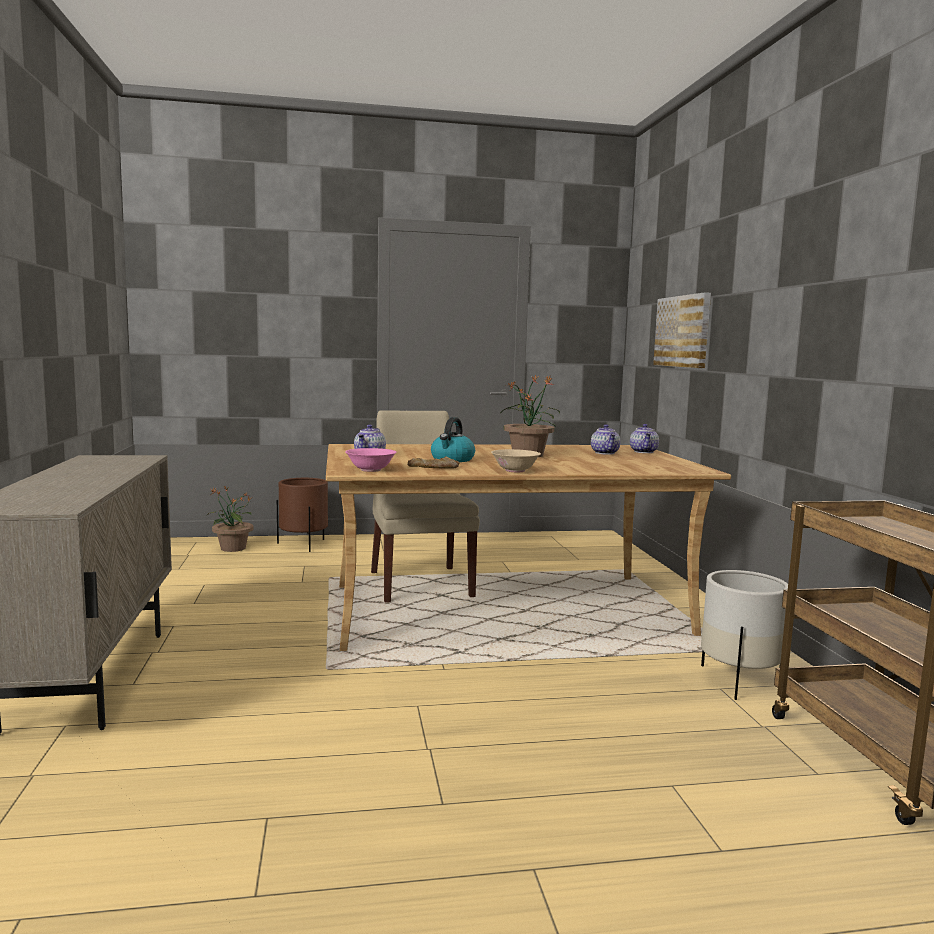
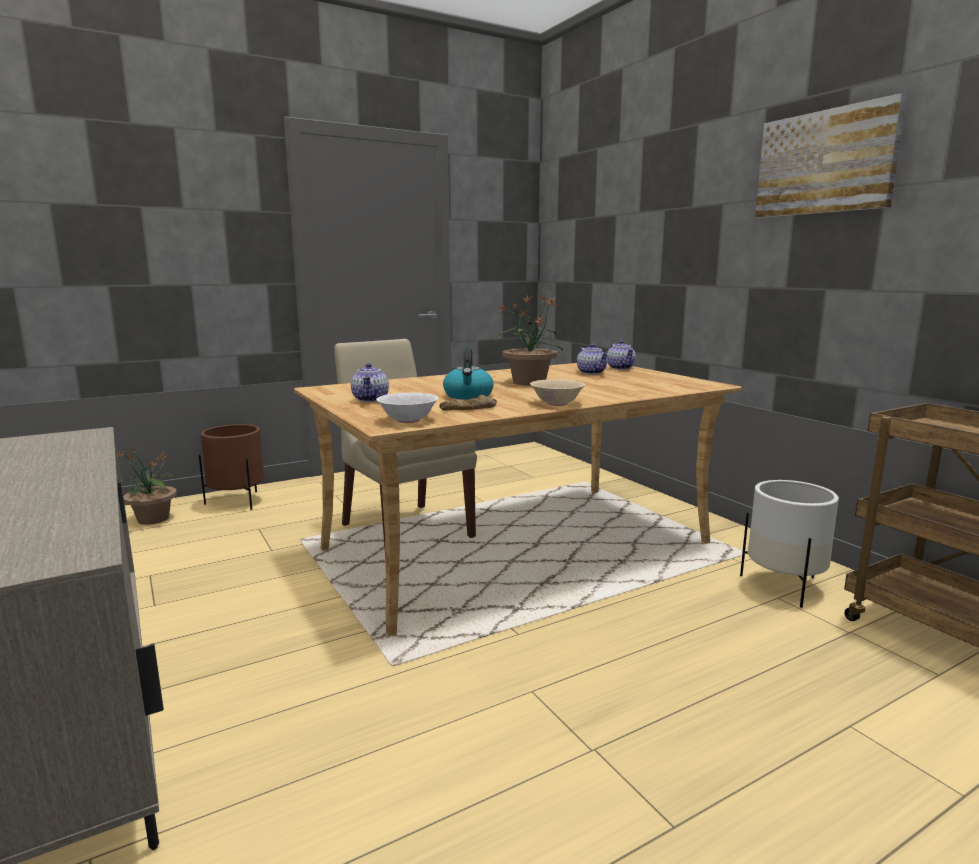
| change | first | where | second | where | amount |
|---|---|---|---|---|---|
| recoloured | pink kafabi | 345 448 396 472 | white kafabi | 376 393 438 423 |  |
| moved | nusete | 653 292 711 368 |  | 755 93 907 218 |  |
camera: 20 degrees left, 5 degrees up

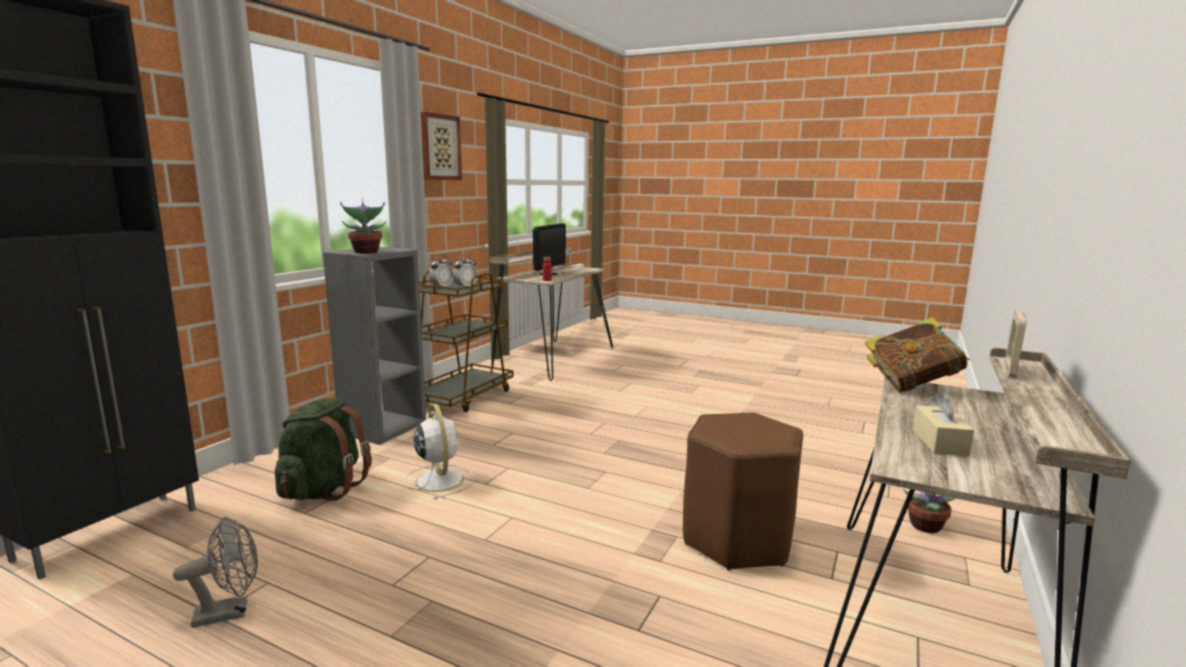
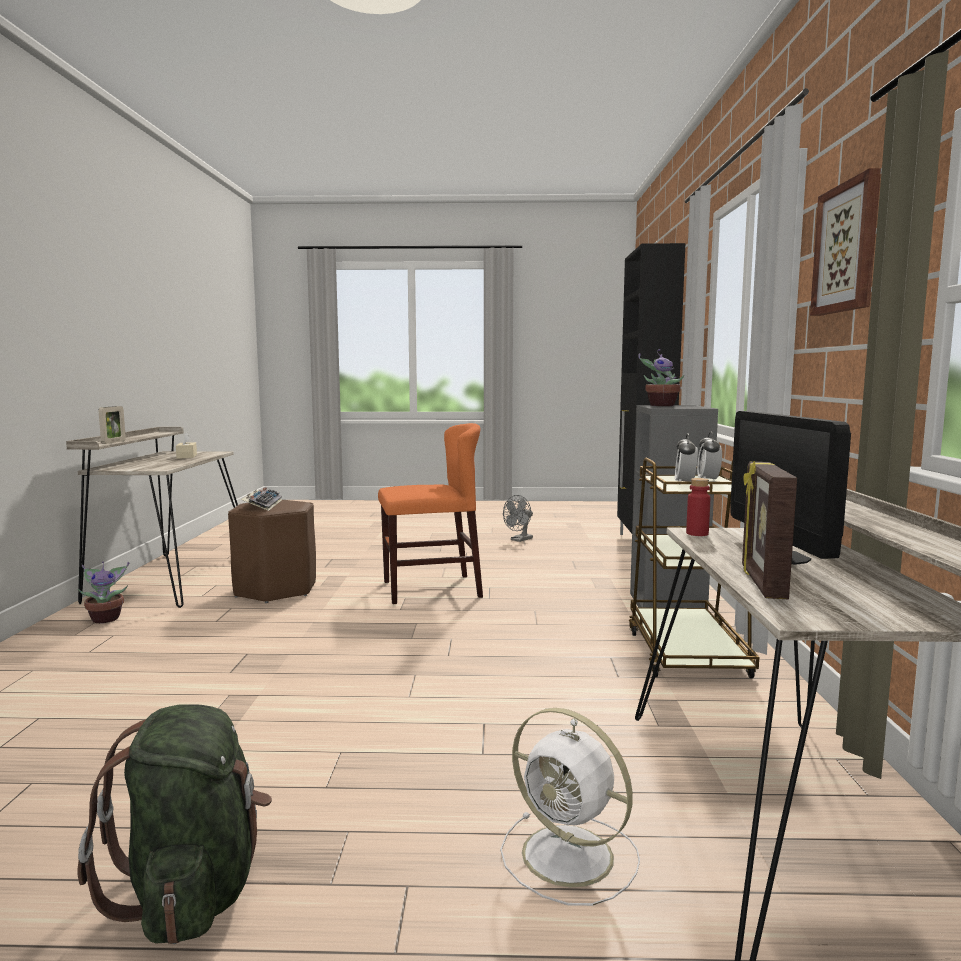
| change | first | where | second | where | amount |
|---|---|---|---|---|---|
| moved | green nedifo | 275 398 372 501 |  | 77 704 272 944 |  |
| moved | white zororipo | 402 404 474 499 |  | 500 708 640 906 |  |
| removed | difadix | 865 317 970 392 |  |  |  |
| added |  |  | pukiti | 240 487 282 511 |  |
| added |  |  | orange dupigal | 378 423 483 604 |  |
| added |  |  | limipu | 742 461 797 599 |  |
camera: 155 degrees right, 5 degrees down

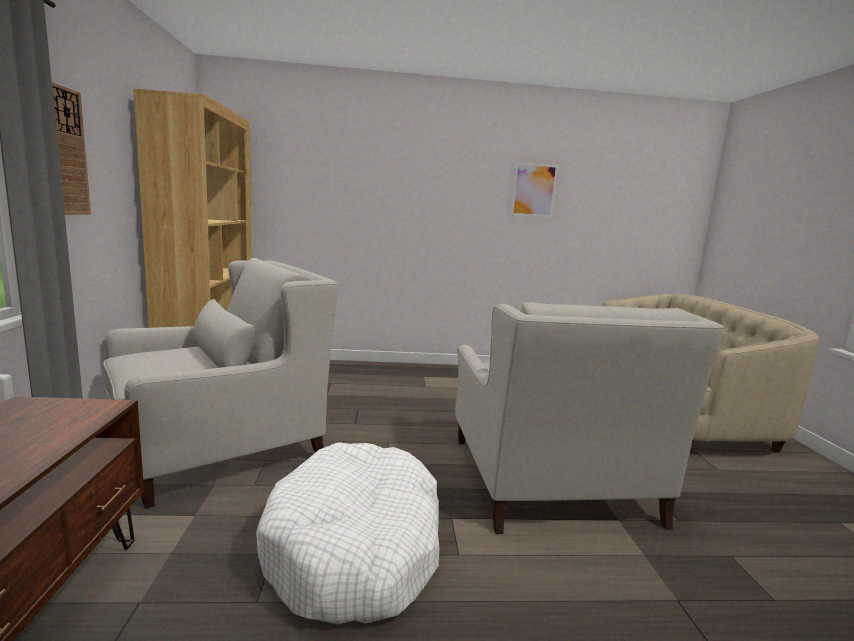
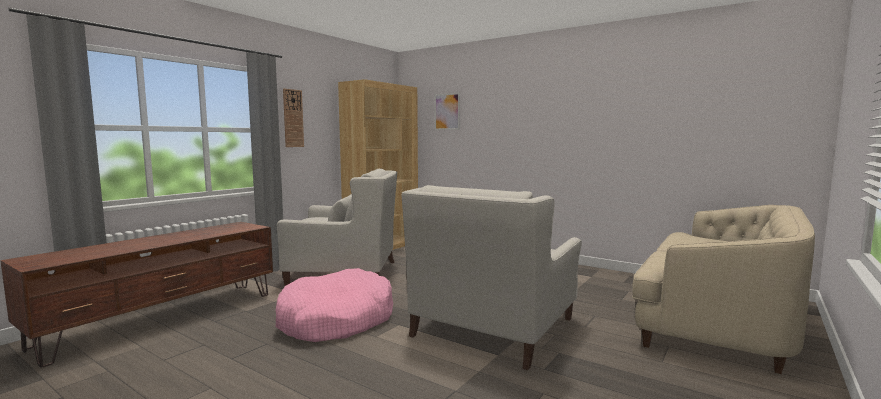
| change | first | where | second | where | amount |
|---|---|---|---|---|---|
| recoloured | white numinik | 256 442 440 624 | pink numinik | 276 268 393 342 |  |
| moved | nusete | 511 162 558 218 |  | 434 93 460 130 |  |
camera: 40 degrees right, 5 degrees down

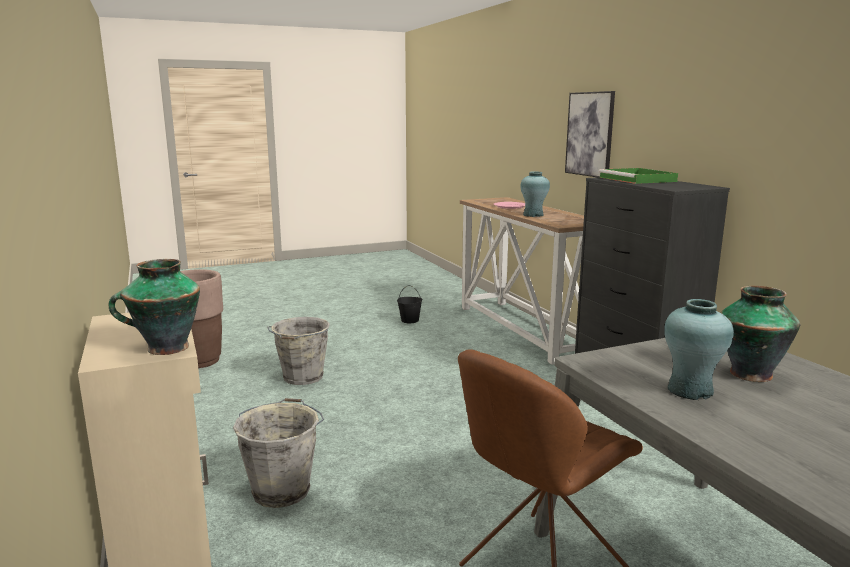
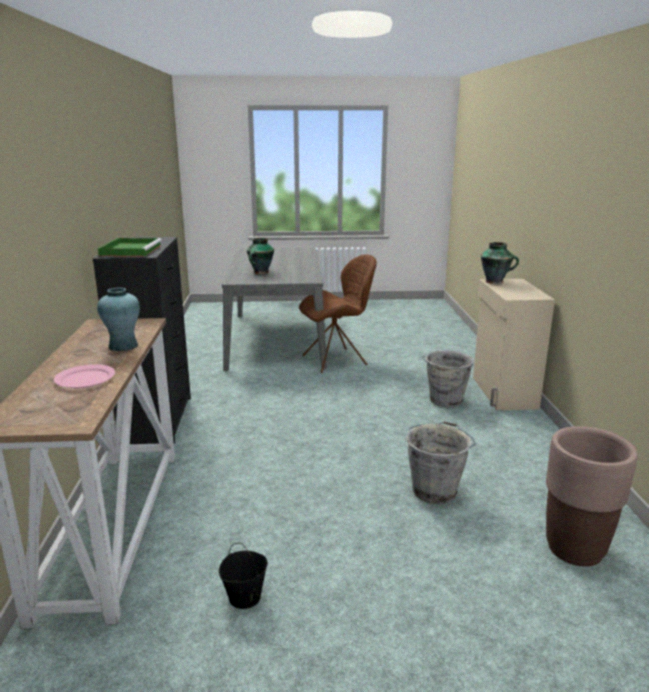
| change | first | where | second | where | amount |
|---|---|---|---|---|---|
| removed | nusete | 565 91 615 177 |  |  |  |
| removed | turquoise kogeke | 664 299 734 400 |  |  |  |
camera: 160 degrees left, 5 degrees up

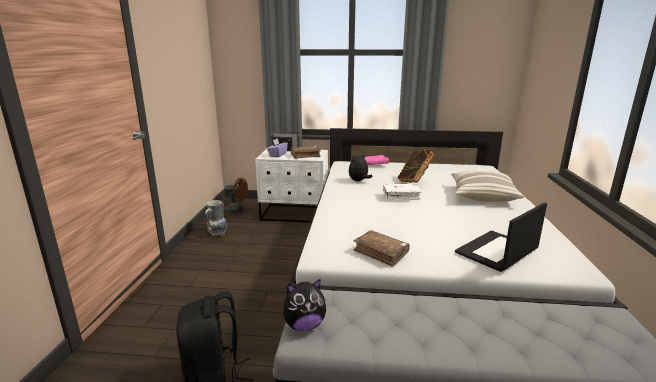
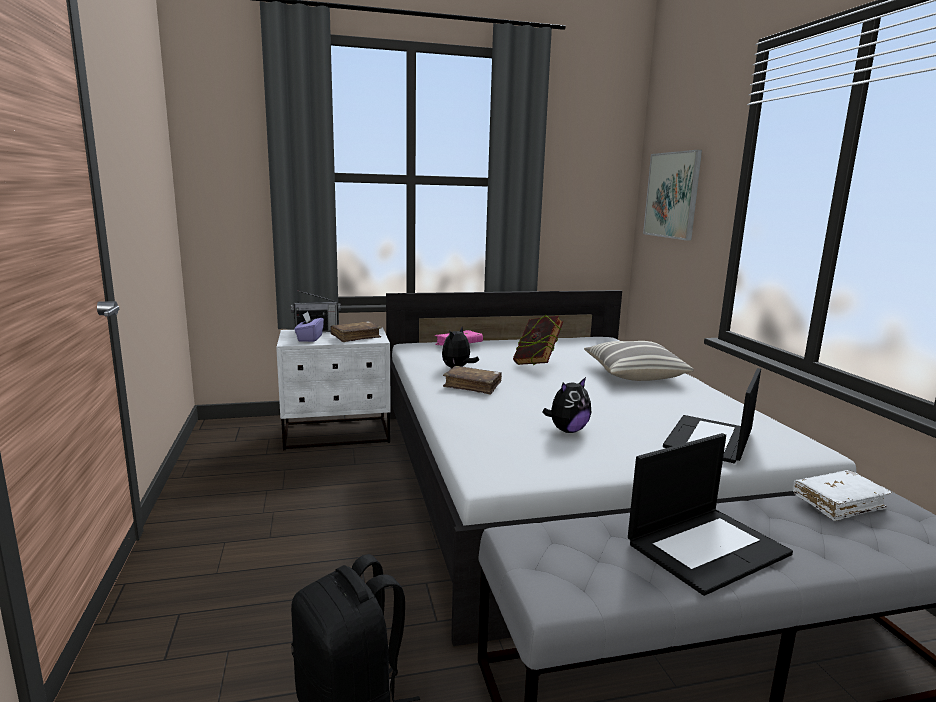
| change | first | where | second | where | amount |
|---|---|---|---|---|---|
| removed | kogeke | 205 200 227 237 |  |  |  |
| removed | brown zororipo | 224 178 248 214 |  |  |  |
| moved | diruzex | 283 278 326 331 |  | 542 377 591 433 |  |
| moved | brown difadix | 353 230 410 267 |  | 443 366 502 395 |  |
| moved | white difadix | 383 184 422 200 |  | 793 470 892 521 |  |
| added |  |  | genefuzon | 628 433 793 596 |  |
| added |  |  | nusete | 643 150 702 241 |  |
camera: 20 degrees left, 5 degrees down

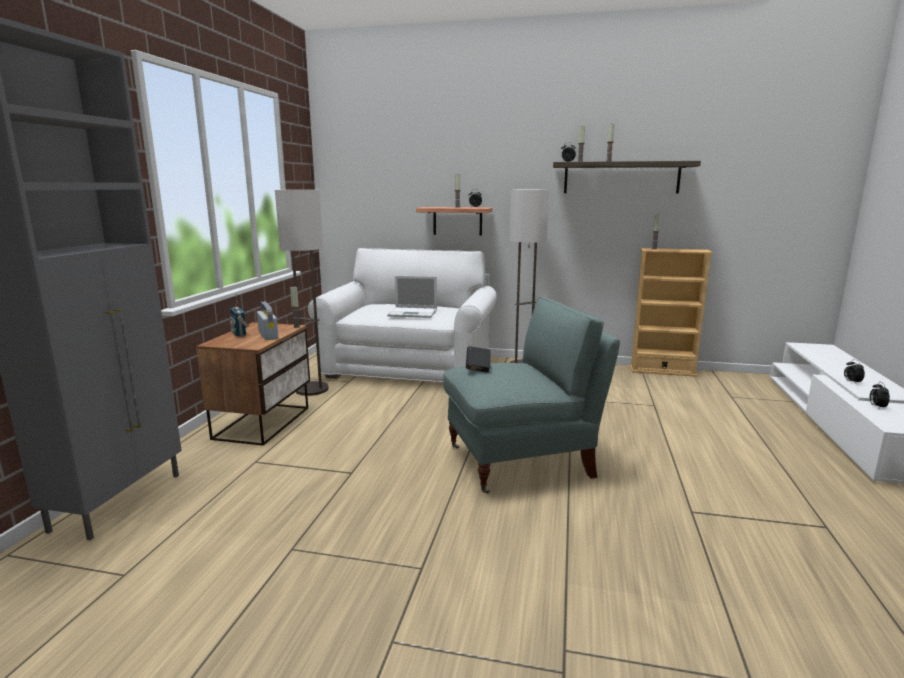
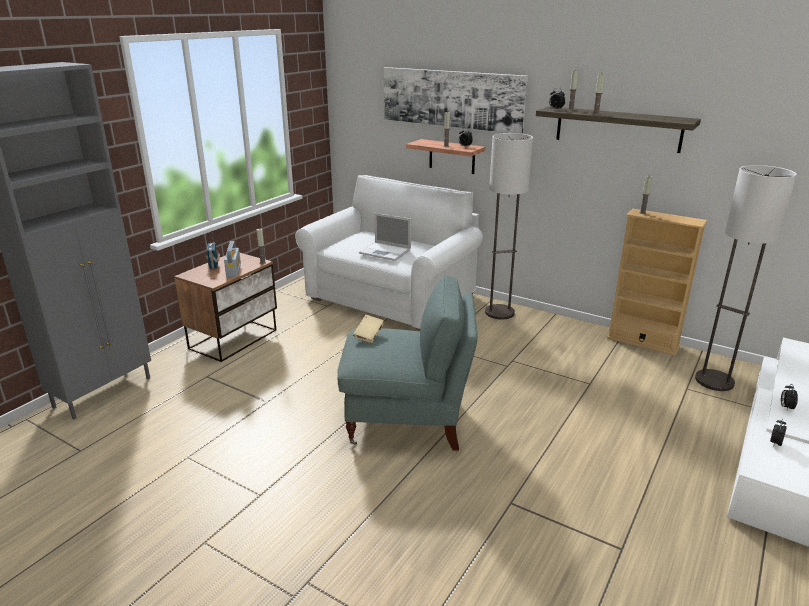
| change | first | where | second | where | amount |
|---|---|---|---|---|---|
| moved | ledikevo | 275 190 329 396 |  | 695 165 797 391 |  |
| recoloured | black difadix | 466 346 490 373 | beige difadix | 353 315 384 343 |  |
| added |  |  | nusete | 384 67 528 134 |  |
camera: 20 degrees right, 10 degrees up

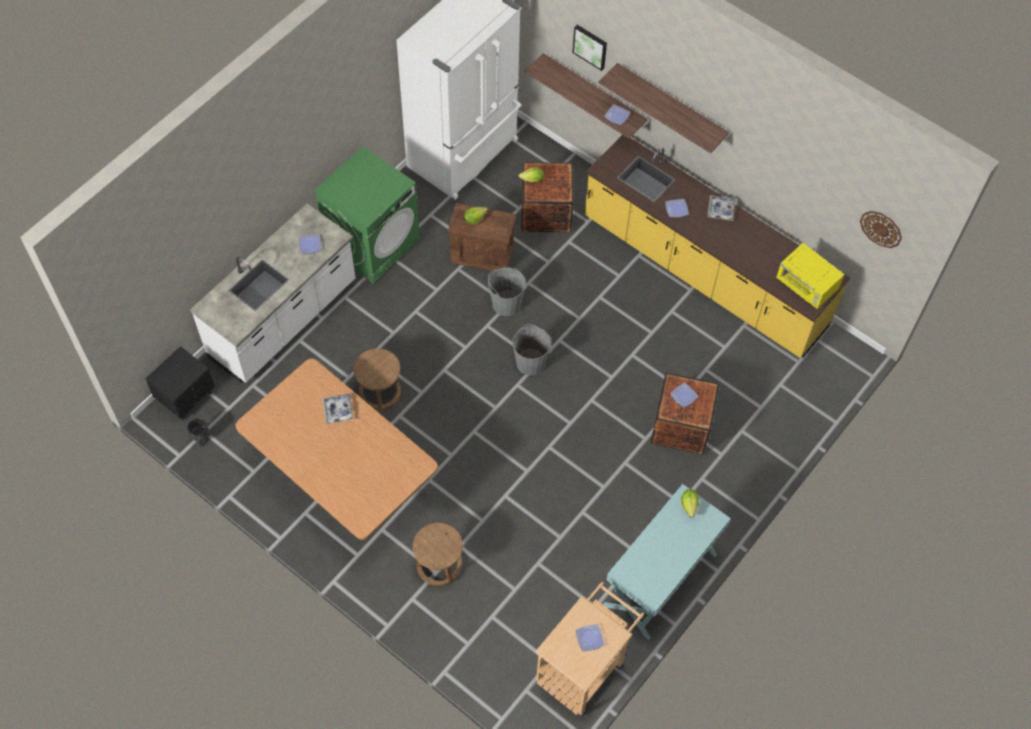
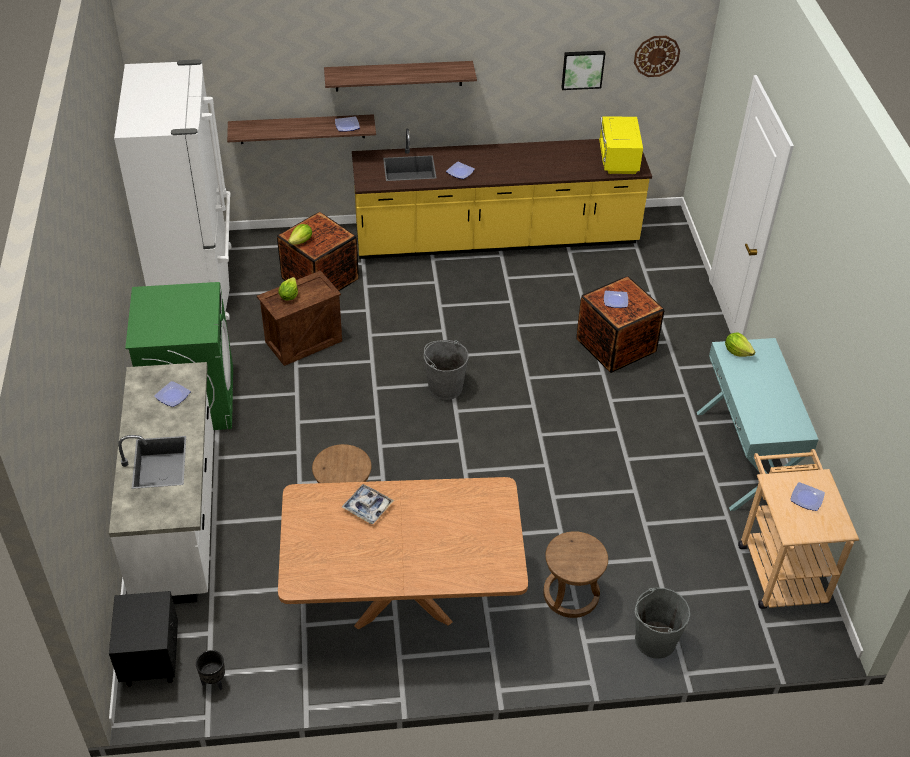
| change | first | where | second | where | amount |
|---|---|---|---|---|---|
| moved | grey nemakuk | 488 267 526 316 |  | 635 587 690 659 |  |
| moved | nusete | 572 25 607 71 |  | 561 51 605 90 |  |
| removed | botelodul | 707 195 736 221 |  |  |  |
| turned | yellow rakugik | 776 243 844 309 |  | 599 116 643 174 | 90 degrees clockwise |
camera: 45 degrees left, 15 degrees down

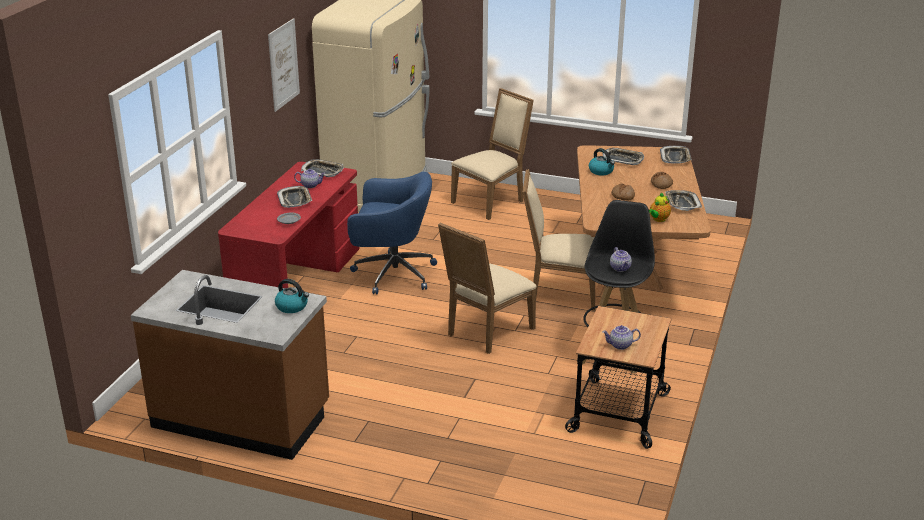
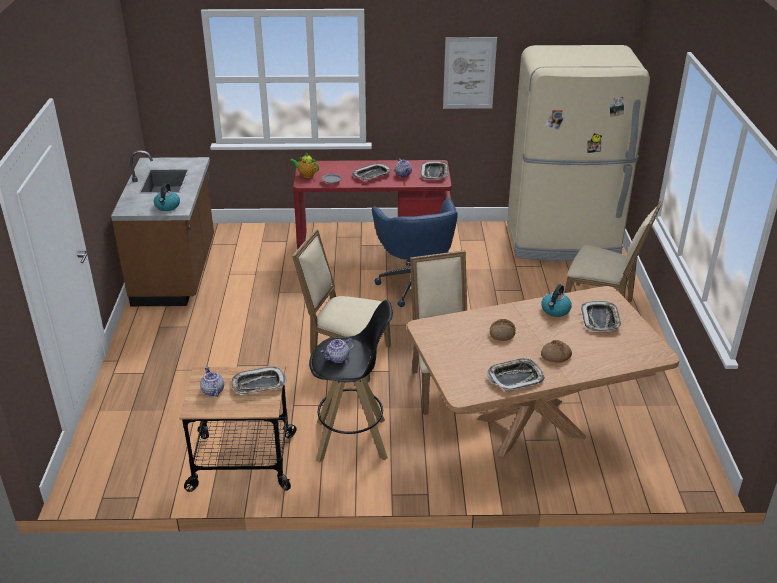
| change | first | where | second | where | amount |
|---|---|---|---|---|---|
| moved | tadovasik | 649 192 671 222 |  | 290 152 319 178 |  |
| moved | botelodul | 660 146 692 164 |  | 232 366 287 395 |  |
camera: 70 degrees right, 5 degrees up

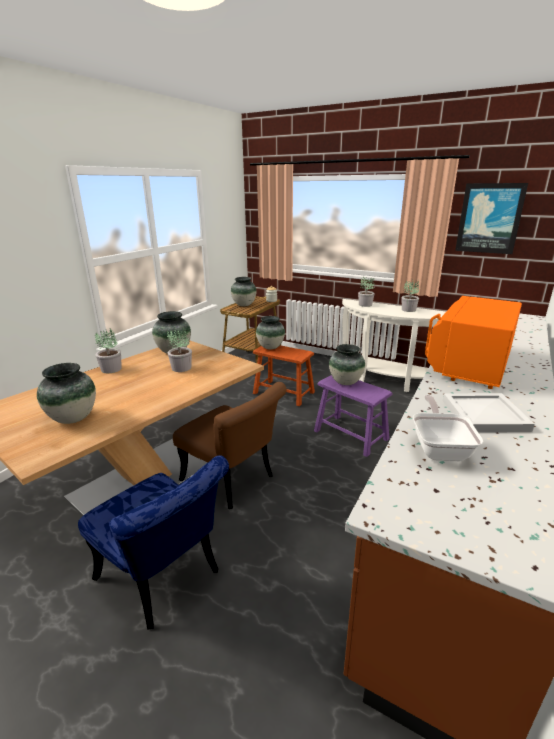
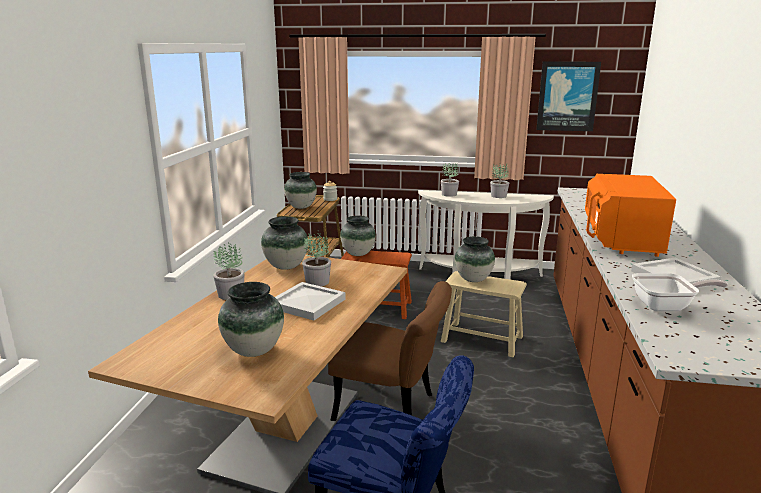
| change | first | where | second | where | amount |
|---|---|---|---|---|---|
| recoloured | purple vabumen | 314 375 393 457 | beige vabumen | 441 271 527 357 |  |
| turned | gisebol | 413 395 483 461 |  | 632 273 728 311 | 105 degrees clockwise |
| added |  |  | white botelodul | 275 282 346 321 |  |
camera: 20 degrees left, 5 degrees down

